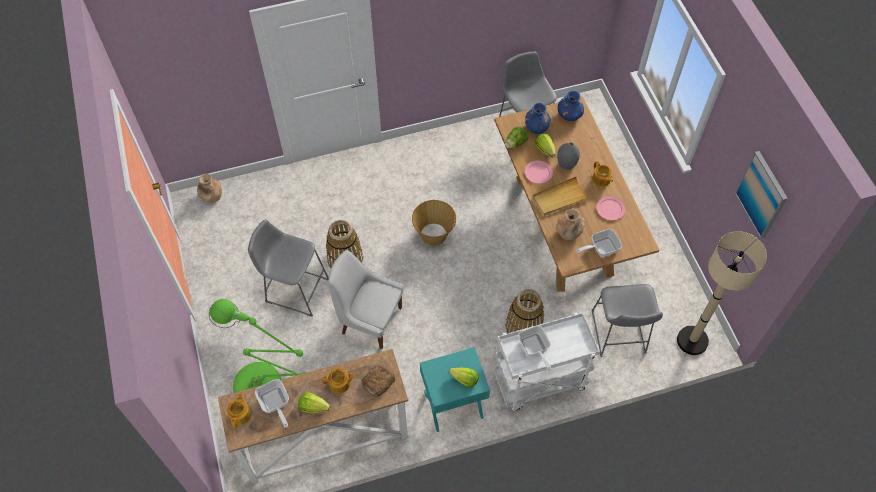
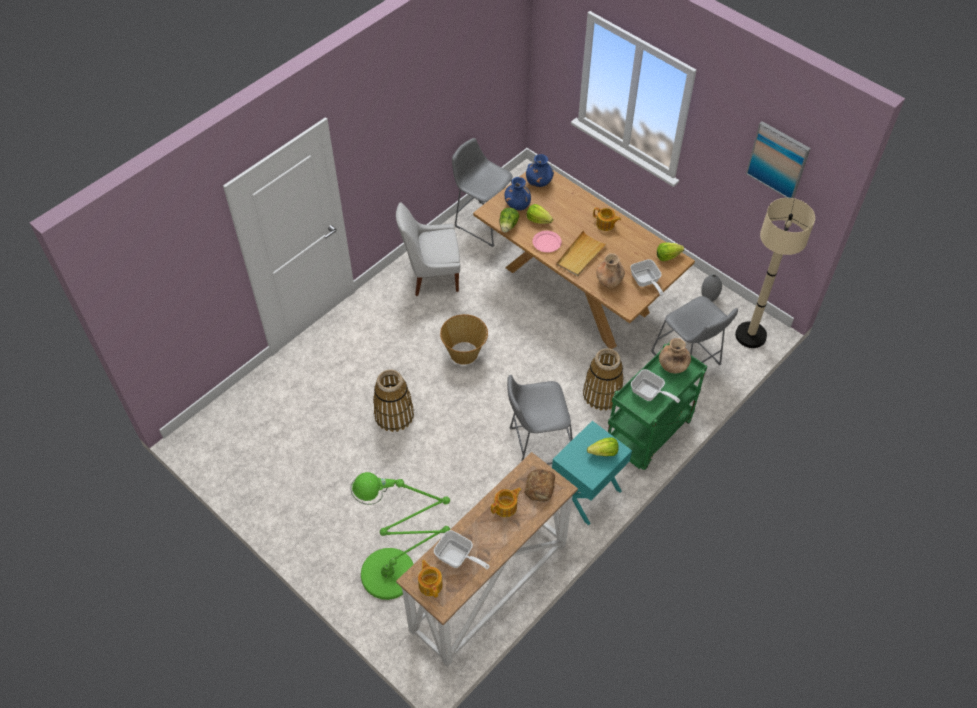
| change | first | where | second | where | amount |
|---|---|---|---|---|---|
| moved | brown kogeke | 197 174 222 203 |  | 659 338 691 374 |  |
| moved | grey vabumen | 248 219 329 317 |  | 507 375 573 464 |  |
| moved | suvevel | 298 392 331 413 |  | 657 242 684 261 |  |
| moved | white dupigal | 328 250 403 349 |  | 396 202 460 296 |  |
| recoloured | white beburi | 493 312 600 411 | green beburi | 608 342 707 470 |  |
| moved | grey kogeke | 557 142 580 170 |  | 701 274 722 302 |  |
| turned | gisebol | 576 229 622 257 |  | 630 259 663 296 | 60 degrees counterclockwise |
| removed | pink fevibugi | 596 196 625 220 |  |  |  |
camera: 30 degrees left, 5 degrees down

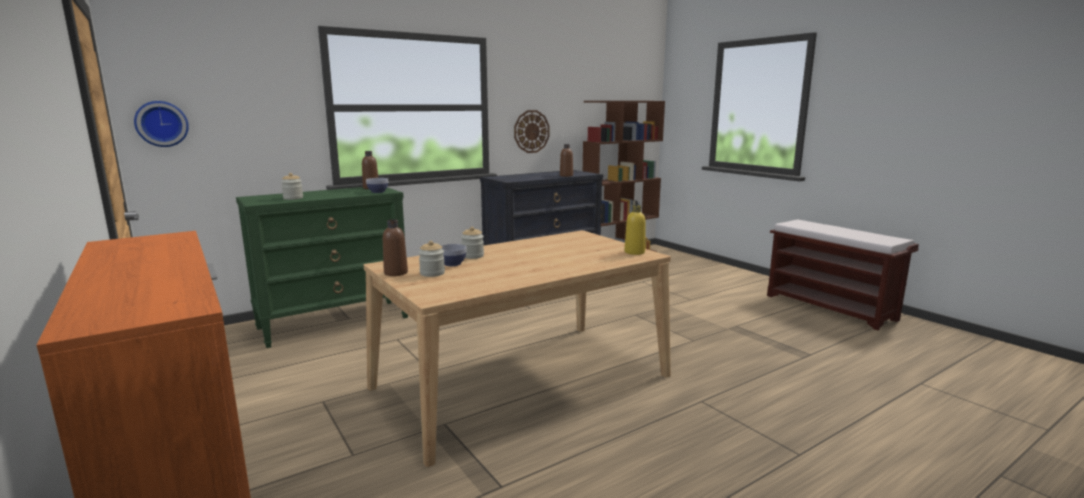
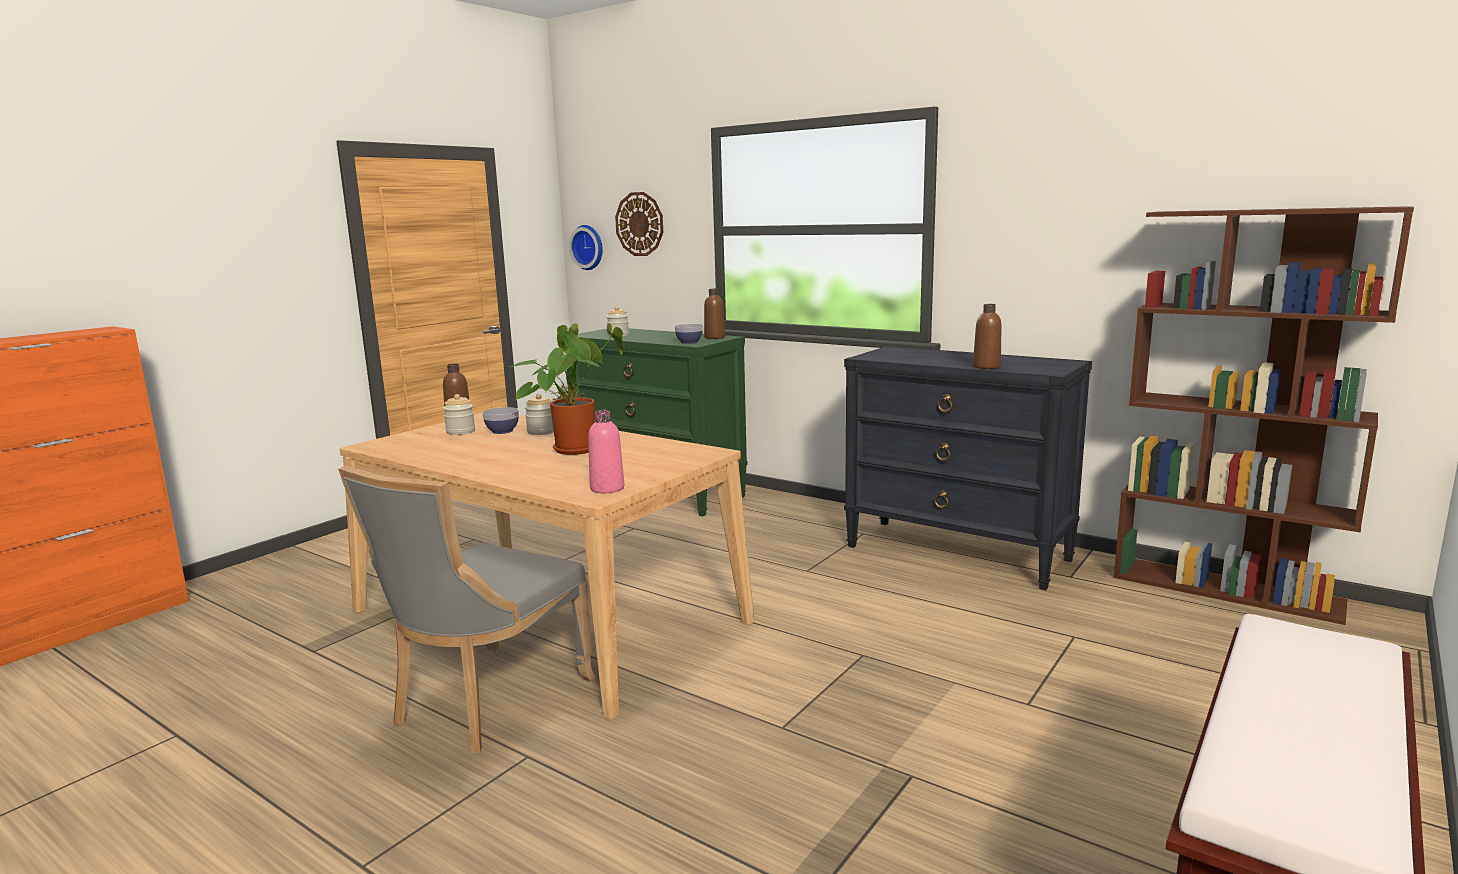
| change | first | where | second | where | amount |
|---|---|---|---|---|---|
| moved | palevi | 514 110 550 153 |  | 615 192 663 256 |  |
| recoloured | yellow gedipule | 624 205 646 255 | pink gedipule | 588 410 624 493 |  |
| added |  |  | grey dupigal | 338 465 596 753 |  |
| added |  |  | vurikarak | 511 323 625 455 |  |
camera: 70 degrees right, 0 degrees up

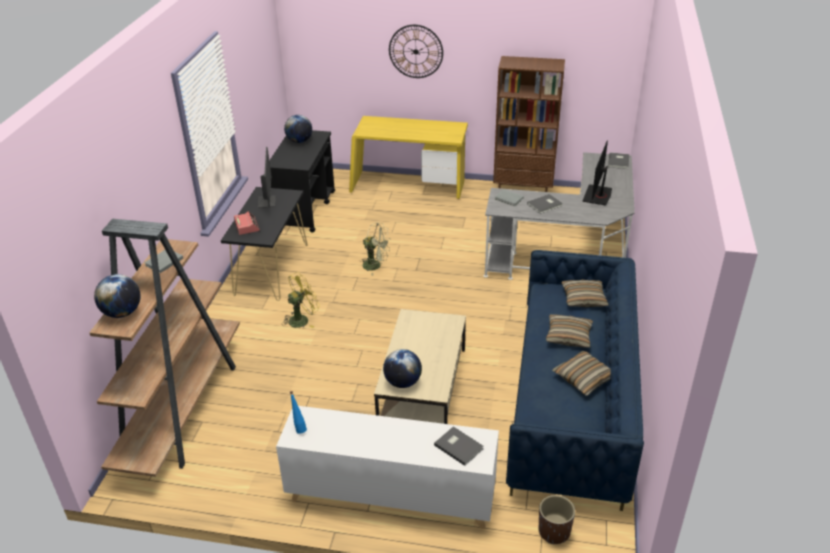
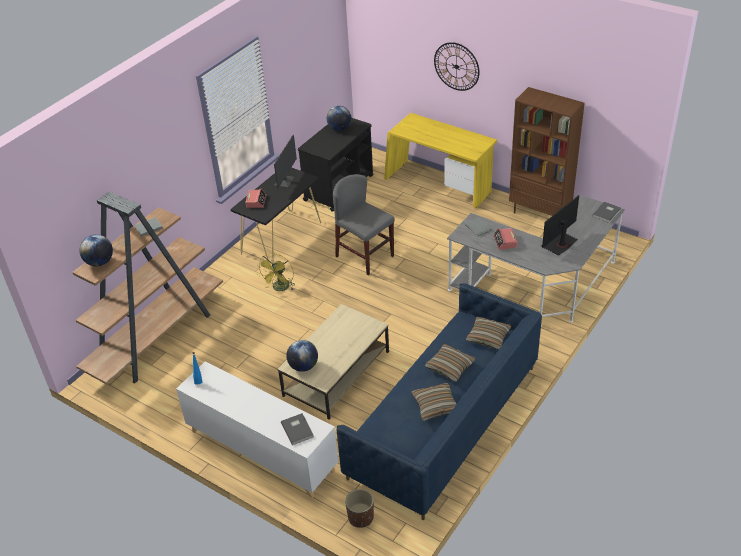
| change | first | where | second | where | amount |
|---|---|---|---|---|---|
| turned | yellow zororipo | 282 272 320 328 |  | 257 253 294 291 | 120 degrees clockwise |
| replaced | green zororipo | 360 222 390 276 | grey dupigal | 333 174 395 275 |  |
| replaced | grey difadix | 527 194 562 214 | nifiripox | 493 228 517 250 |  |
camera: 25 degrees right, 5 degrees up

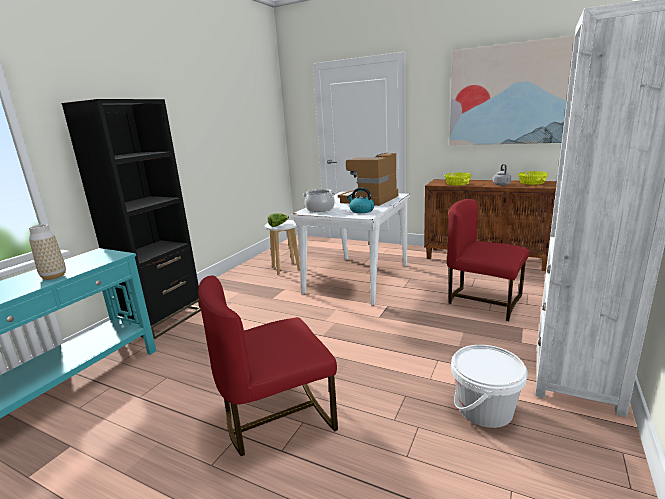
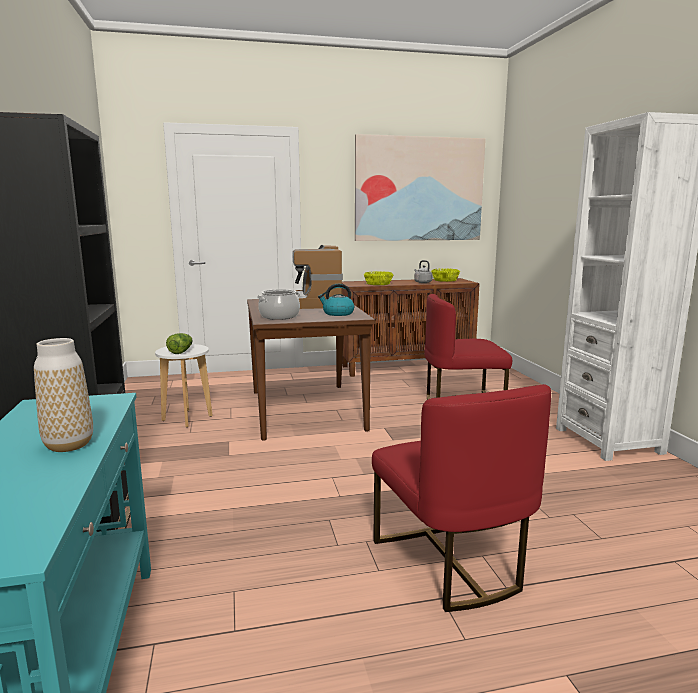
| change | first | where | second | where | amount |
|---|---|---|---|---|---|
| turned | red dupigal | 198 275 338 456 |  | 372 384 551 612 | 45 degrees counterclockwise |
| recoloured | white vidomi | 291 192 410 306 | brown vidomi | 247 299 375 441 |  |
| removed | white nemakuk | 451 345 528 428 |  |  |  |
camera: 40 degrees left, 5 degrees down

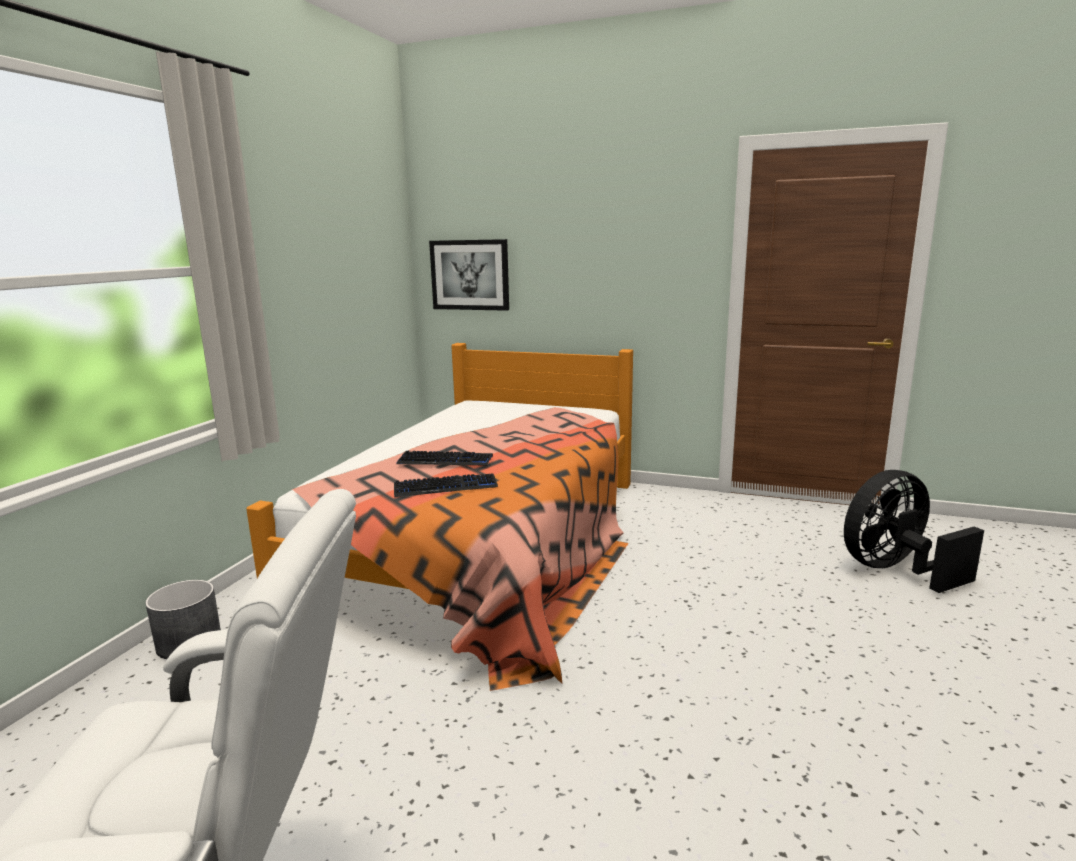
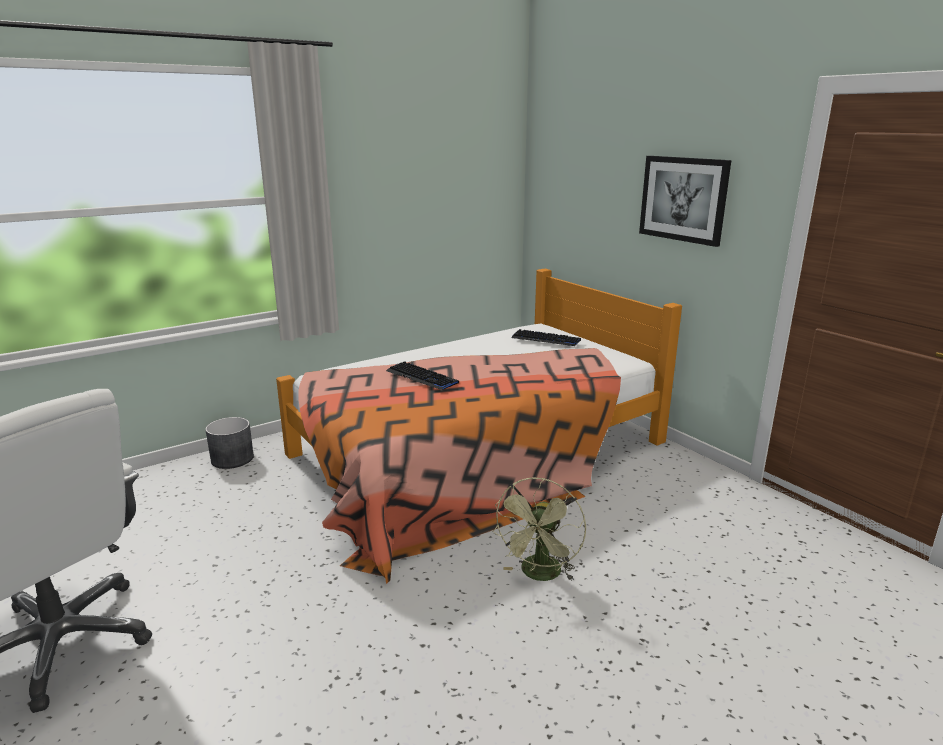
| change | first | where | second | where | amount |
|---|---|---|---|---|---|
| moved | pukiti | 394 473 498 497 |  | 511 329 581 346 |  |
| moved | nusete | 429 239 509 311 |  | 639 156 731 247 |  |
| removed | black zororipo | 844 470 984 593 |  |  |  |
| added |  |  | green zororipo | 492 477 586 581 |  |
camera: 35 degrees right, 5 degrees up

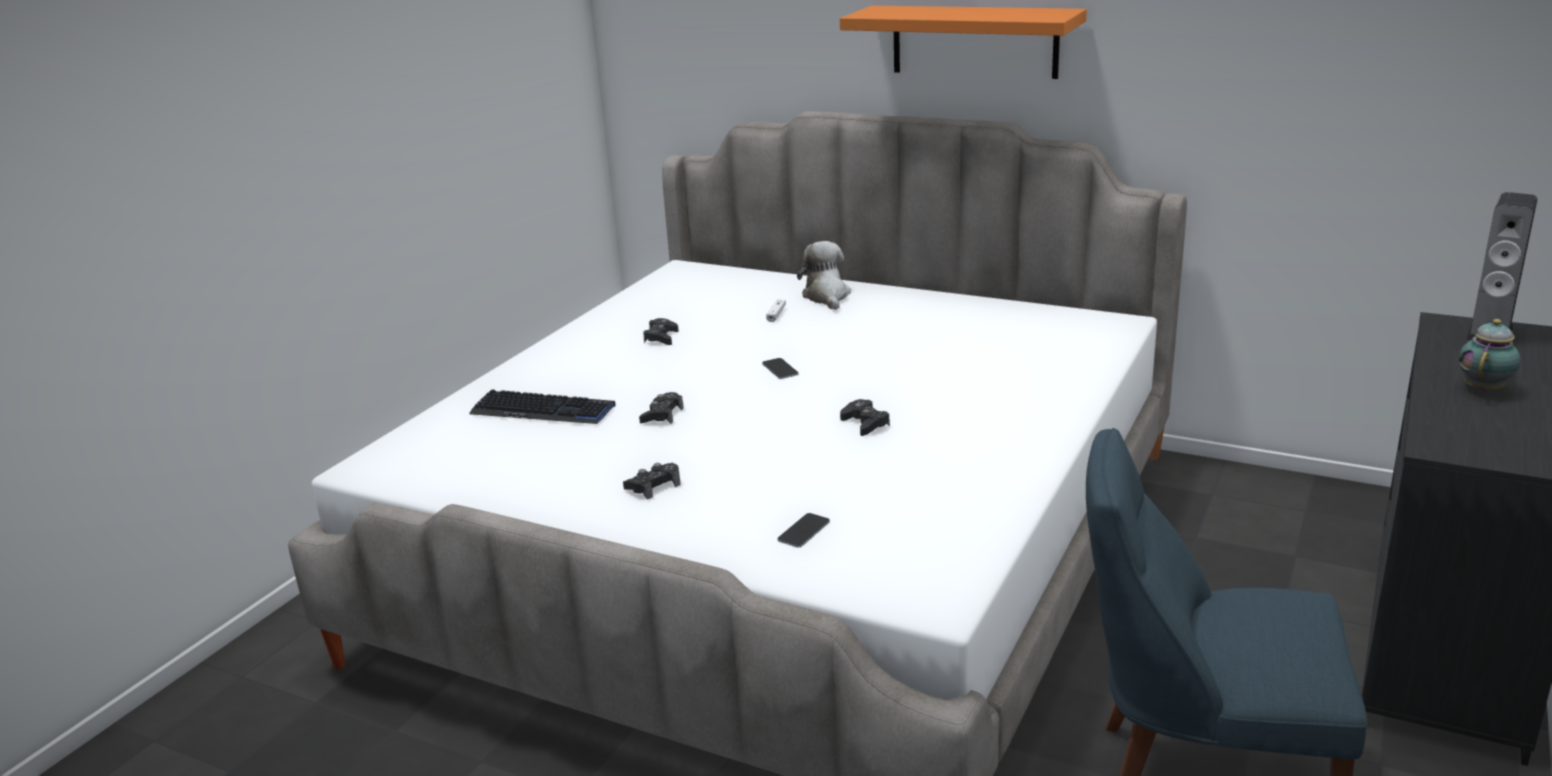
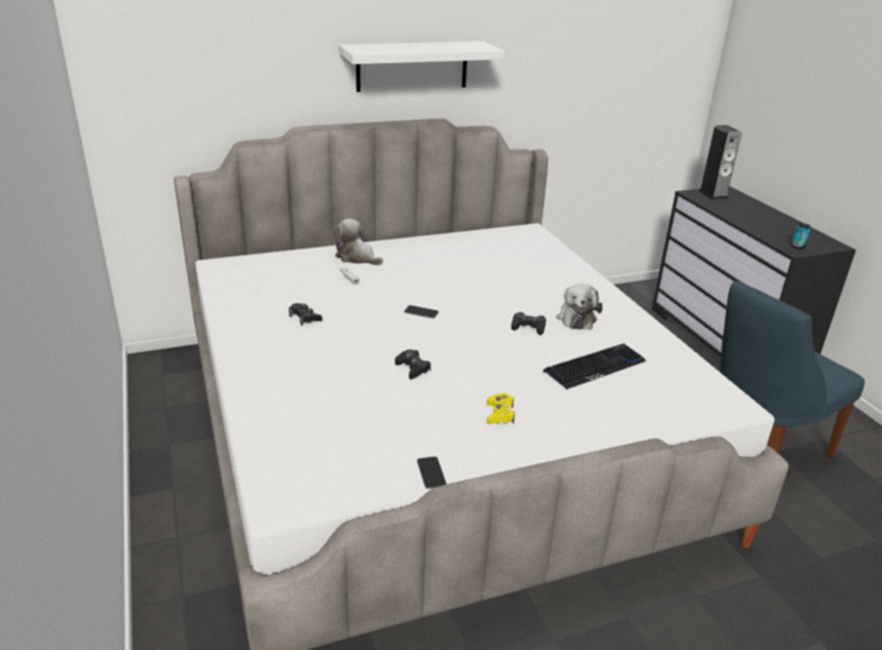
| change | first | where | second | where | amount |
|---|---|---|---|---|---|
| moved | pukiti | 469 390 615 424 |  | 543 343 646 389 |  |
| recoloured | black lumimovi | 623 463 681 499 | yellow lumimovi | 487 393 515 424 |  |
| moved | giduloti | 778 513 830 547 |  | 417 457 446 489 |  |
| recoloured | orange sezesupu | 840 6 1087 79 | white sezesupu | 339 41 504 92 |  |
| removed | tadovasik | 1458 319 1521 392 |  |  |  |
| added |  |  | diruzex | 556 284 603 330 |  |
| added |  |  | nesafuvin | 791 223 811 249 |  |
camera: 50 degrees left, 5 degrees up

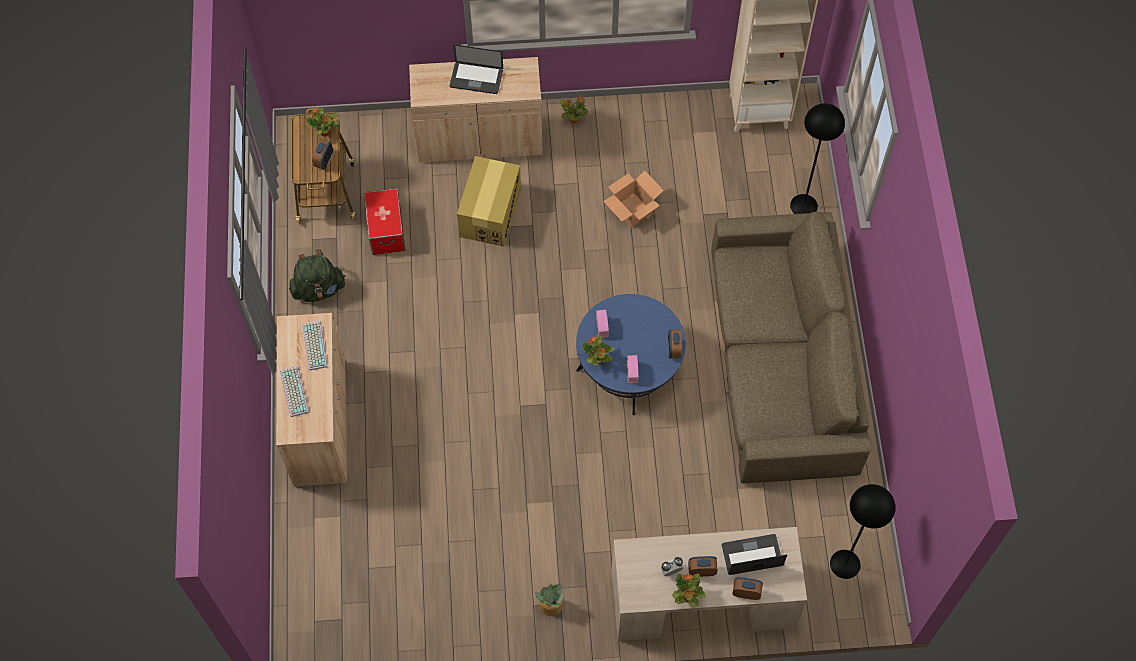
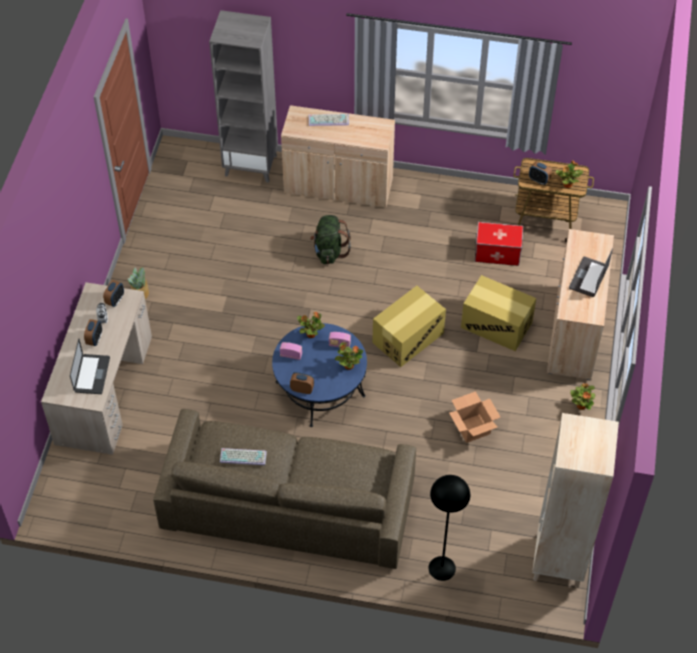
| change | first | where | second | where | amount |
|---|---|---|---|---|---|
| moved | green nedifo | 289 249 346 302 |  | 310 215 351 264 |  |
| moved | pukiti | 303 320 327 371 |  | 220 448 267 465 |  |
| moved | vurikarak | 672 573 706 607 |  | 335 343 363 370 |  |
| moved | nifiripox | 732 577 763 600 |  | 103 280 124 307 |  |
| removed | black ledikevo | 830 484 895 579 |  |  |  |
| added |  |  | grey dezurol | 209 10 278 182 |  |
| added |  |  | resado | 372 286 446 367 |  |
camera: 105 degrees right, 10 degrees down

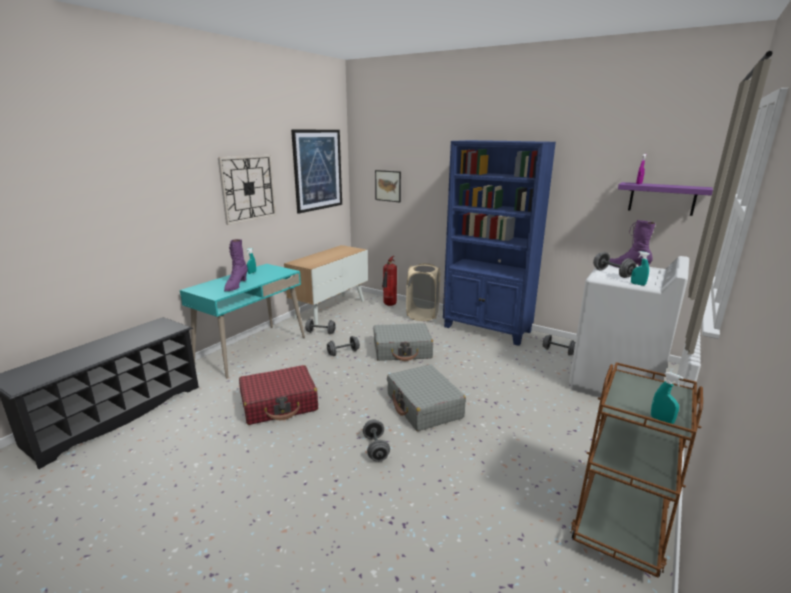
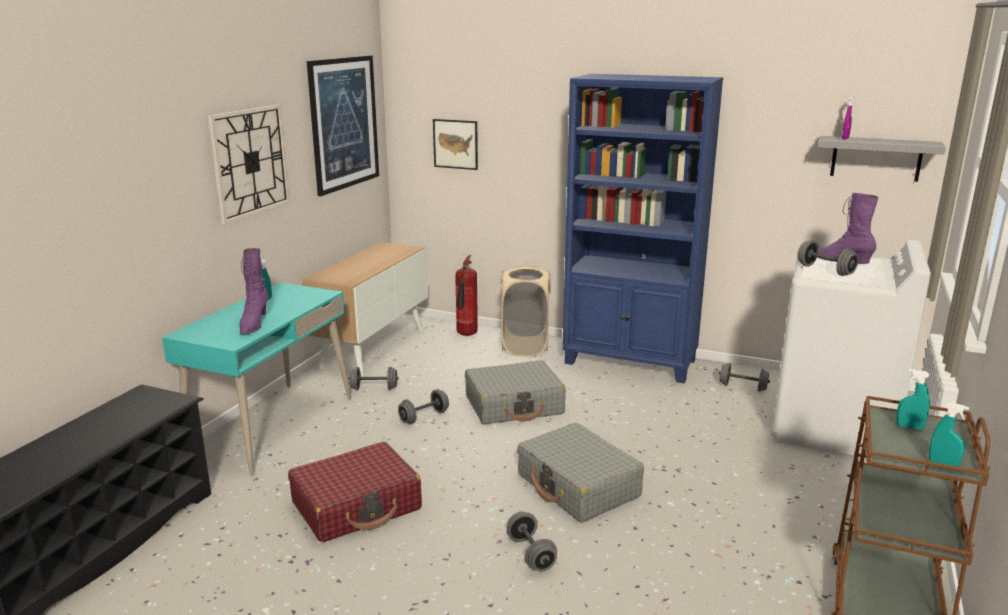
| change | first | where | second | where | amount |
|---|---|---|---|---|---|
| recoloured | purple sezesupu | 618 182 713 216 | grey sezesupu | 818 136 946 182 |  |
| moved | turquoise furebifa | 631 251 650 286 |  | 896 369 930 430 |  |
camera: 10 degrees left, 0 degrees up

